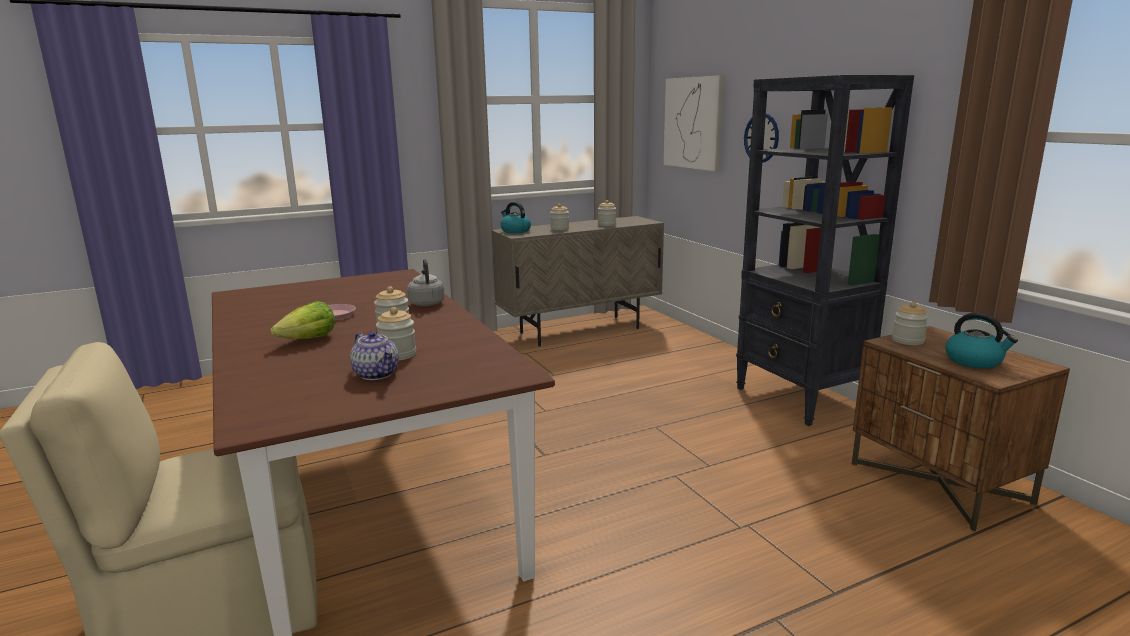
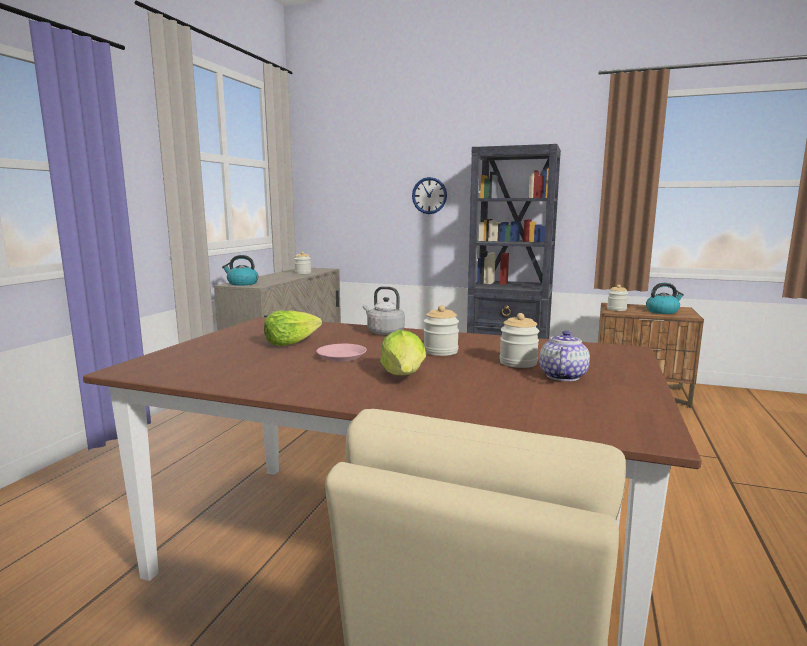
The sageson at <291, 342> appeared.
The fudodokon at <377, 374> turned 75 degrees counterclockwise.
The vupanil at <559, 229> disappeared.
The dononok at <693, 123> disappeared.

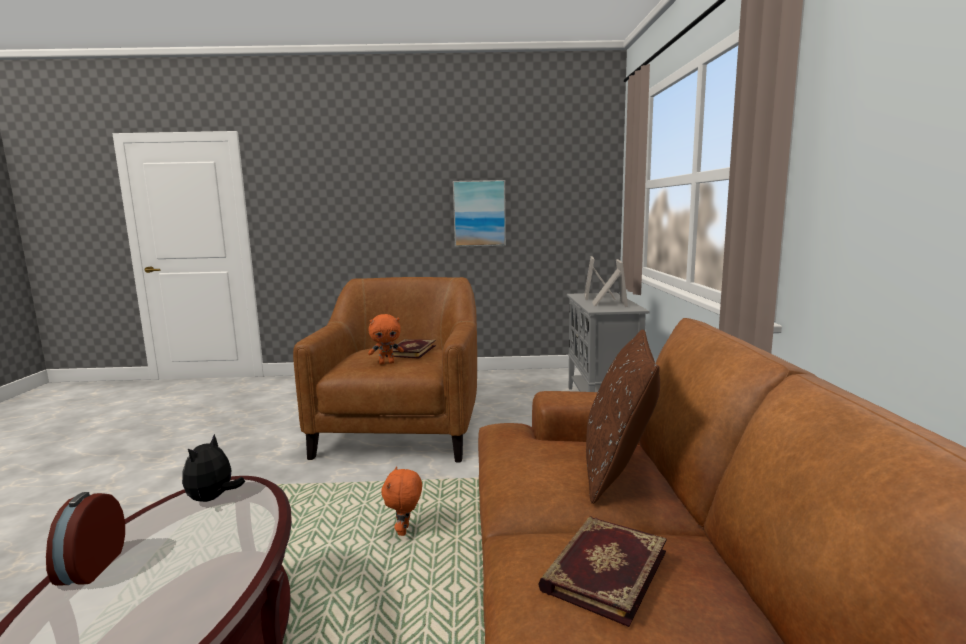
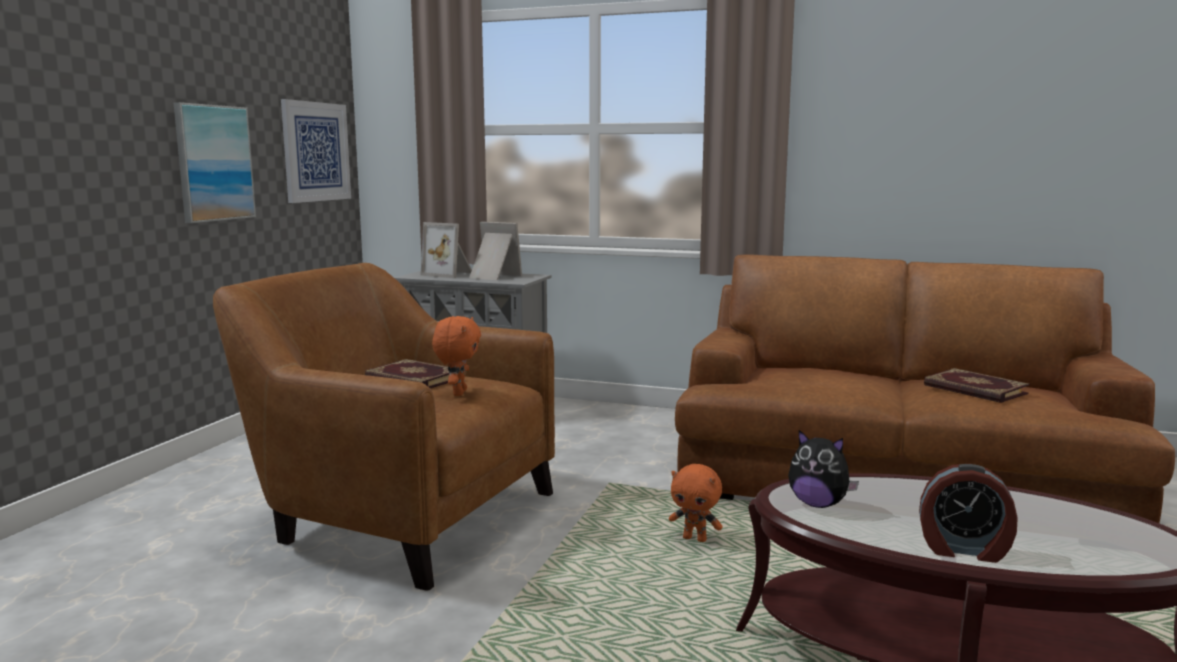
The dononok at <316, 152> appeared.
The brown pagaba at <618, 469> disappeared.

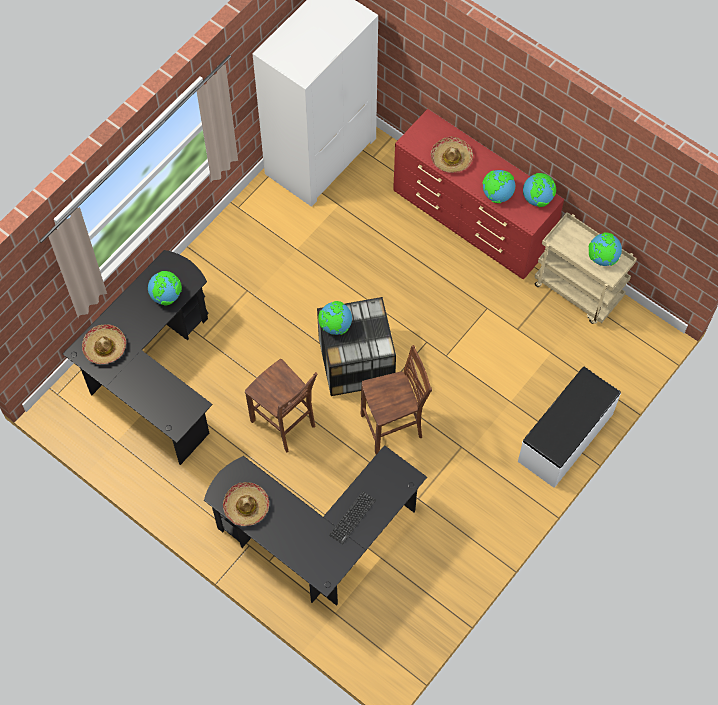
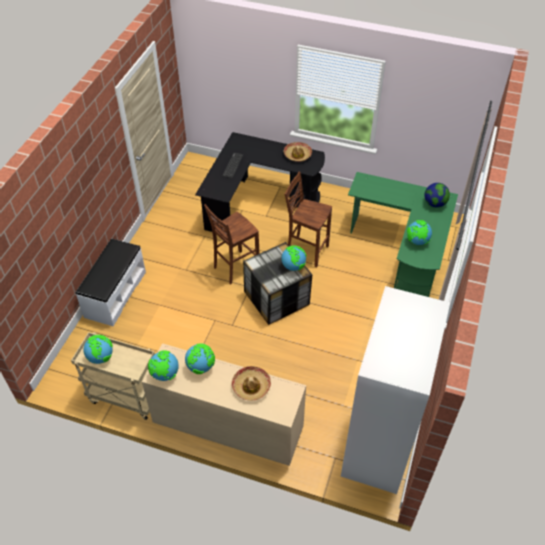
The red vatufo at <472, 222> became the beige vatufo at <227, 426>.
The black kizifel at <154, 376> became the green kizifel at <404, 252>.
The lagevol at <105, 347> was replaced by the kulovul at <434, 204>.

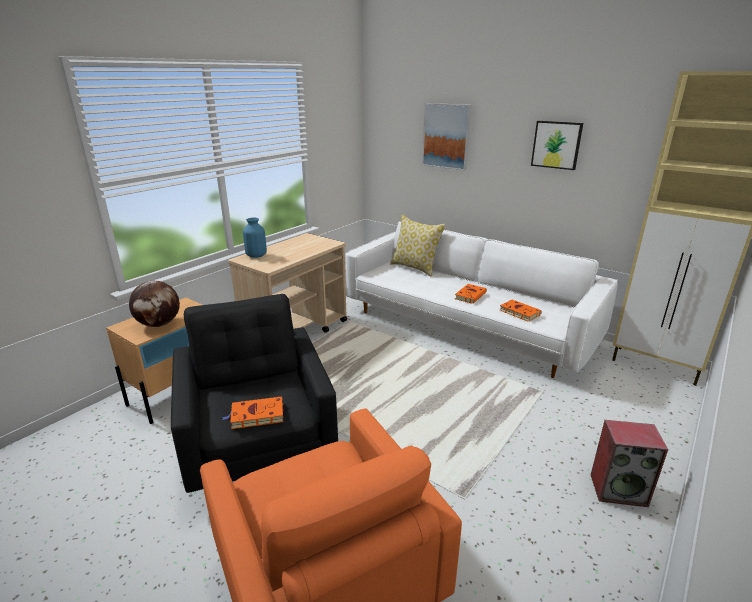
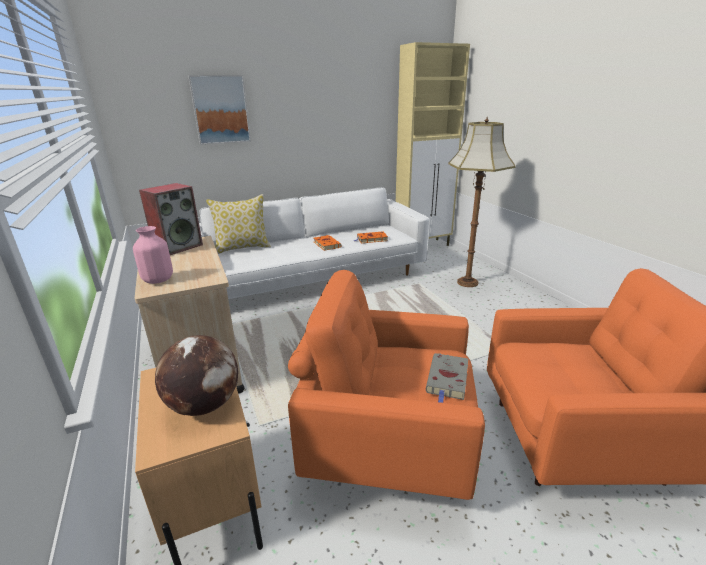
The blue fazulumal at <257, 255> became the pink fazulumal at <158, 280>.
The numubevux moved from <619, 490> to <178, 247>.
The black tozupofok at <260, 446> became the orange tozupofok at <387, 441>.
The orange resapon at <256, 416> became the grey resapon at <447, 380>.
The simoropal at <466, 282> appeared.
The dononok at <556, 144> disappeared.

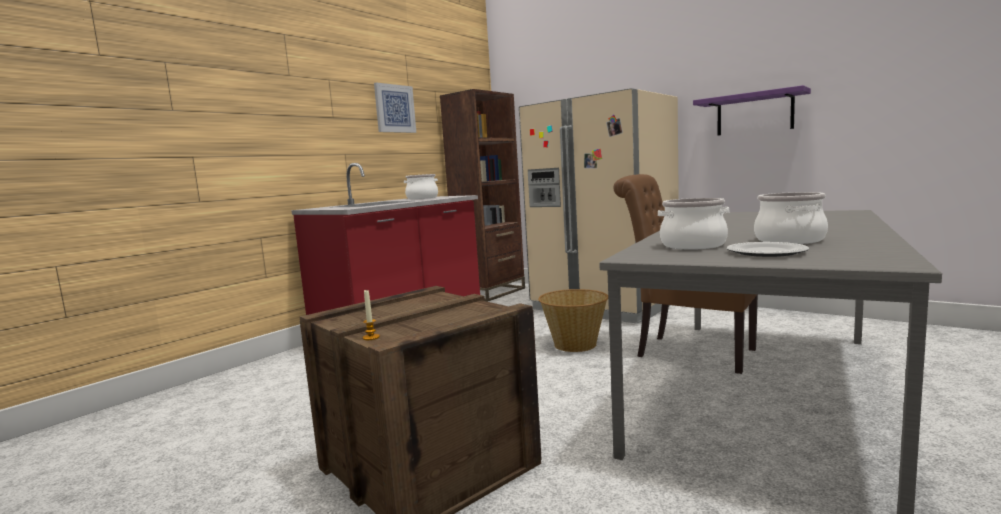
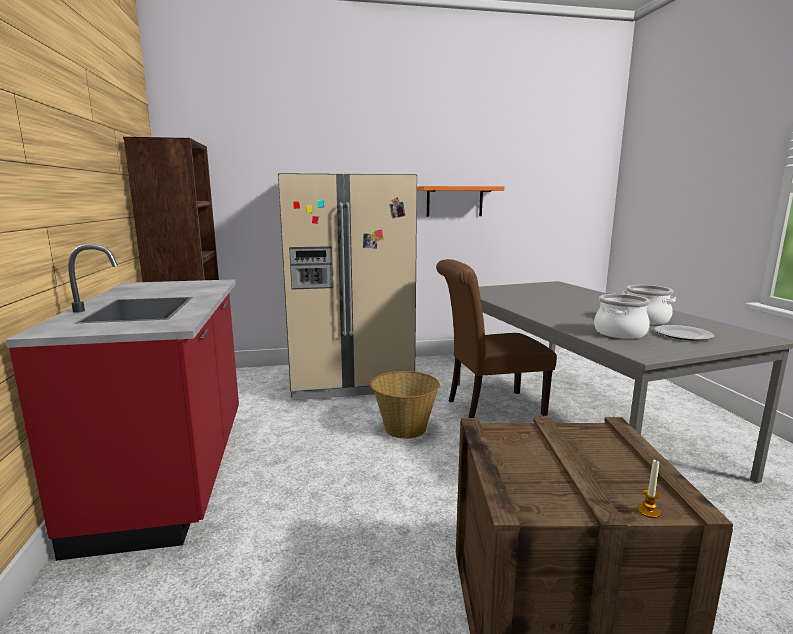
The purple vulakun at <754, 114> became the orange vulakun at <454, 201>.
The dononok at <394, 108> disappeared.
The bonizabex at <422, 198> disappeared.

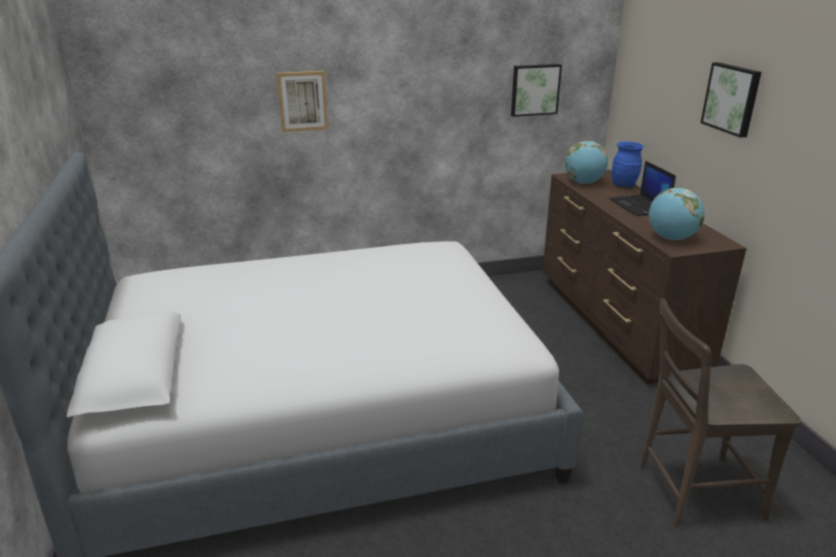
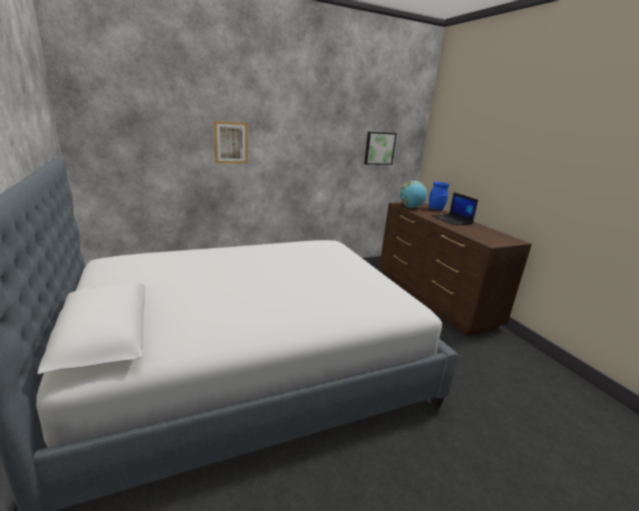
The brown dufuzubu at <693, 491> disappeared.
The kulovul at <671, 238> disappeared.
The dononok at <732, 98> disappeared.

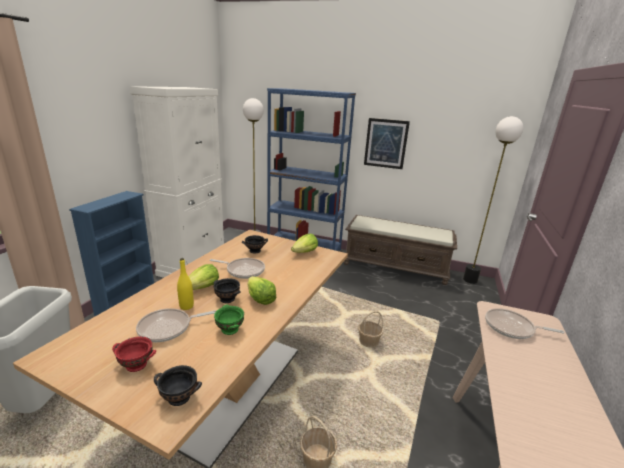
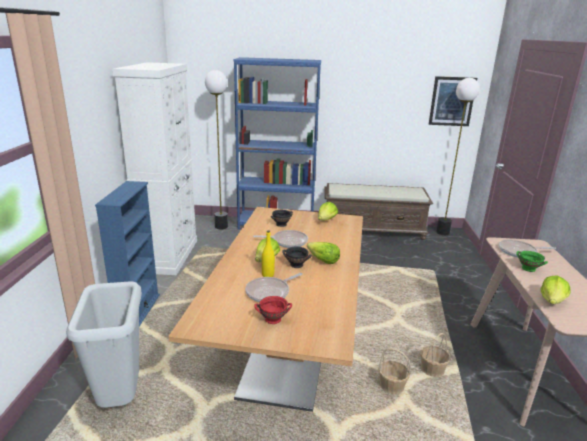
The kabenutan moved from <368, 341> to <432, 369>.
The dononok moved from <386, 143> to <452, 101>.
The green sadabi moved from <230, 329> to <528, 268>.
The sageson at <552, 301> appeared.
The black sadabi at <179, 397> disappeared.

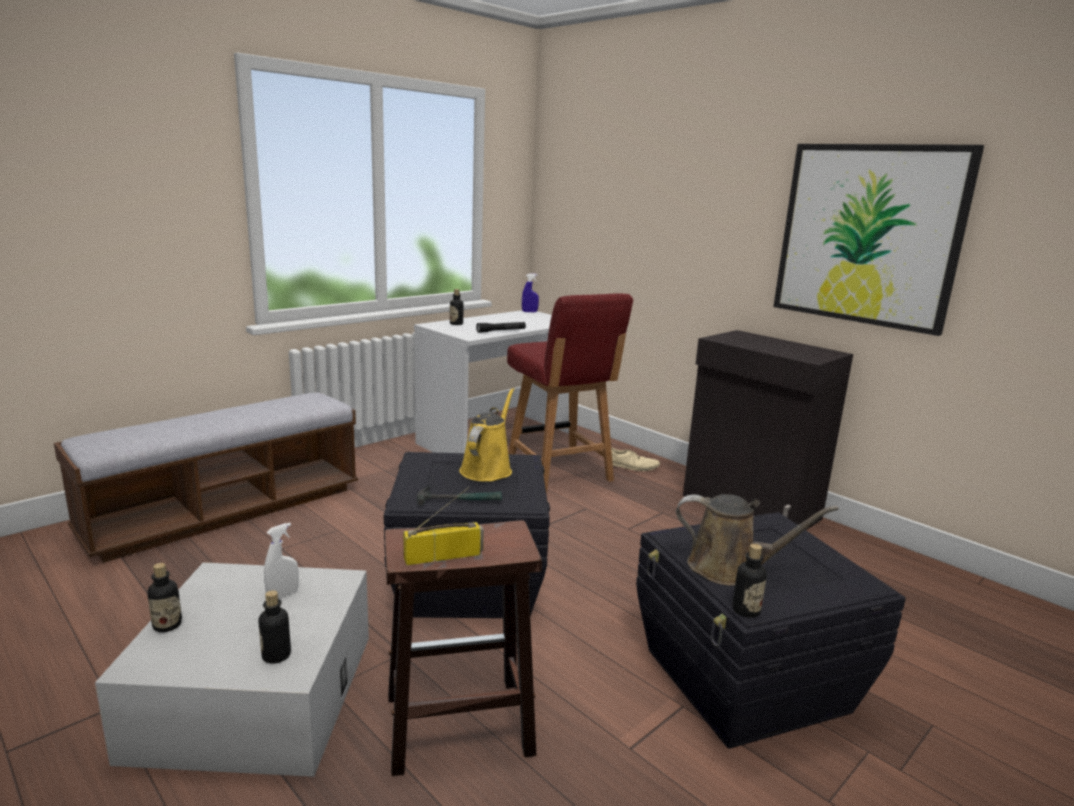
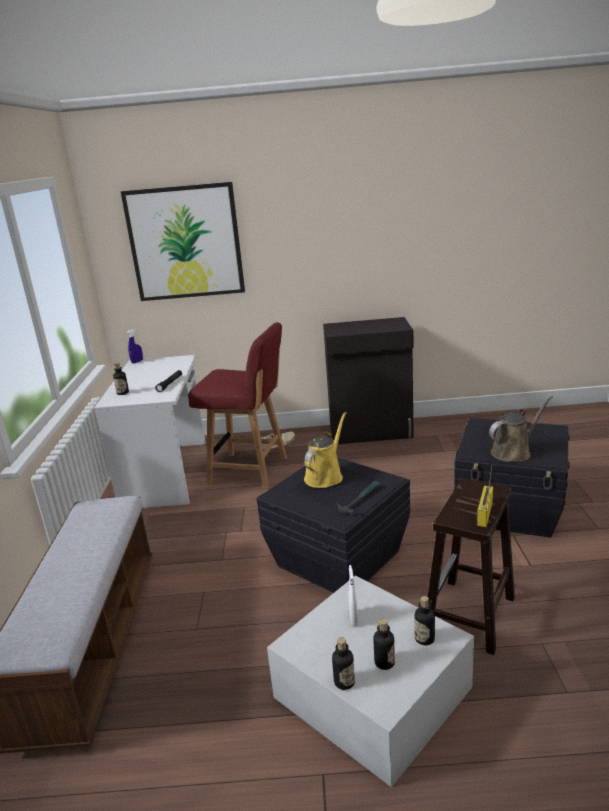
The dononok moved from <868, 235> to <185, 242>.
The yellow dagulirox at <488, 469> turned 60 degrees clockwise.
The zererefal moved from <746, 610> to <384, 662>.

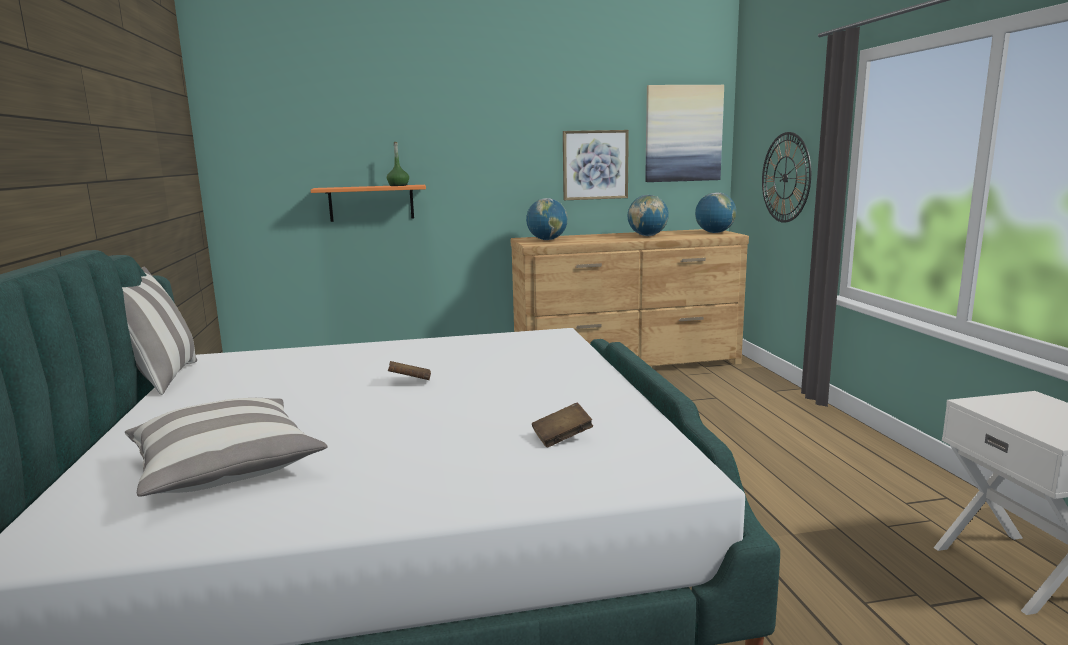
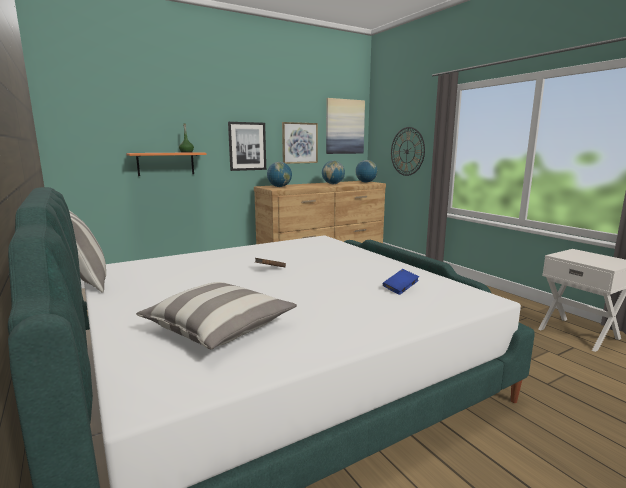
The dononok at <247, 146> appeared.
The brown resapon at <562, 438> became the blue resapon at <400, 289>.

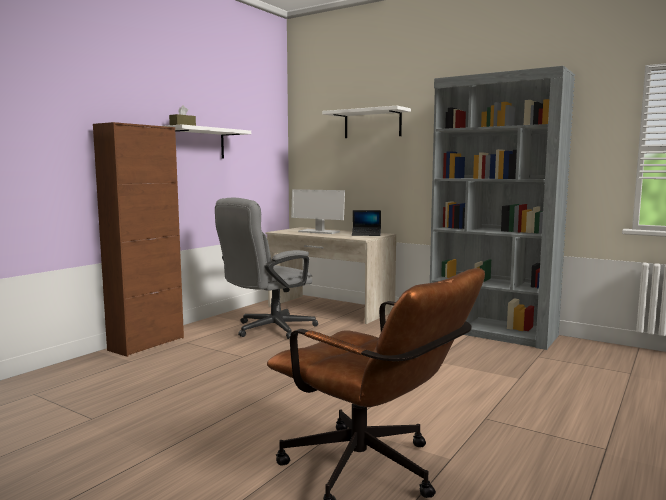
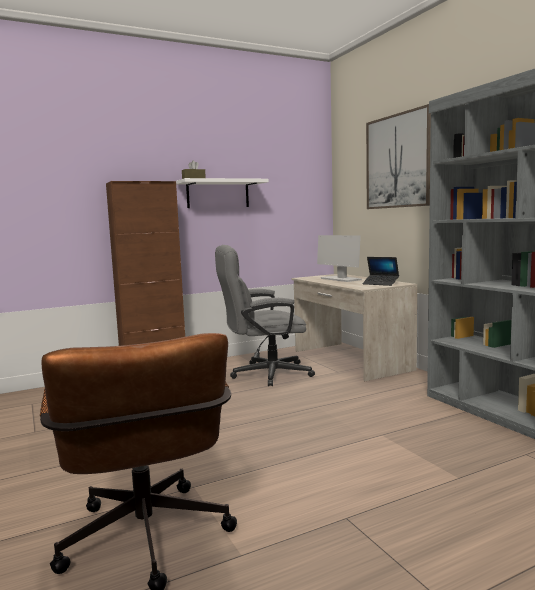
The white vulakun at <372, 124> was replaced by the dononok at <398, 161>.

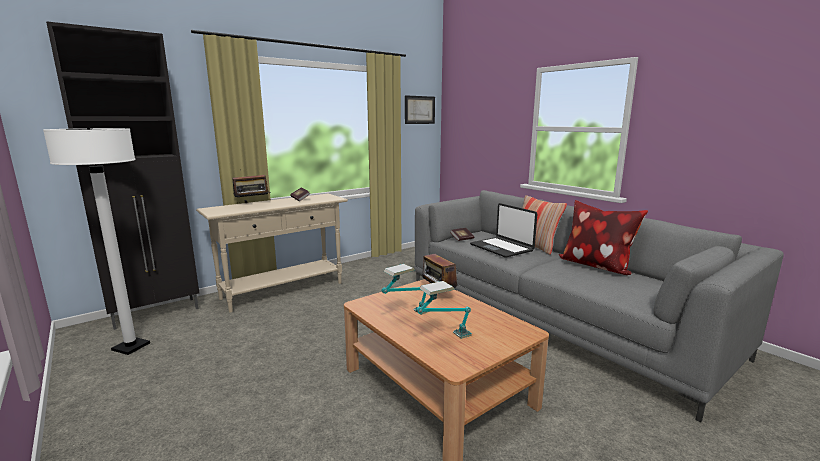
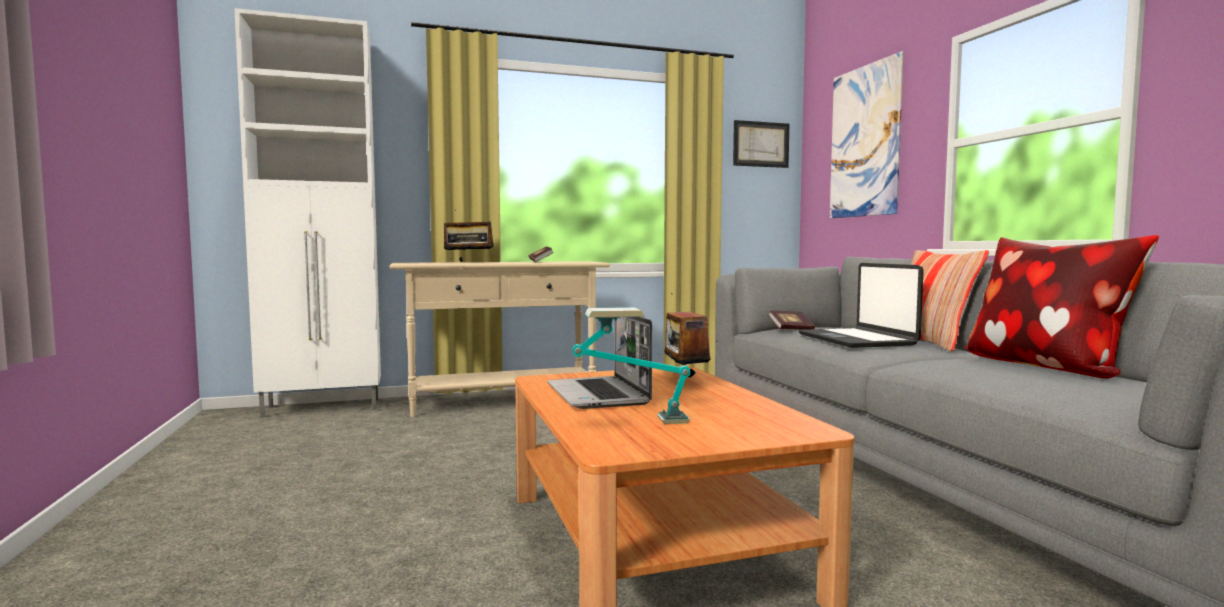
The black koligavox at <157, 313> became the white koligavox at <324, 408>.
The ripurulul at <406, 316> was replaced by the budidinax at <599, 395>.
The dononok at <864, 141> appeared.
The white simoropal at <131, 347> disappeared.

